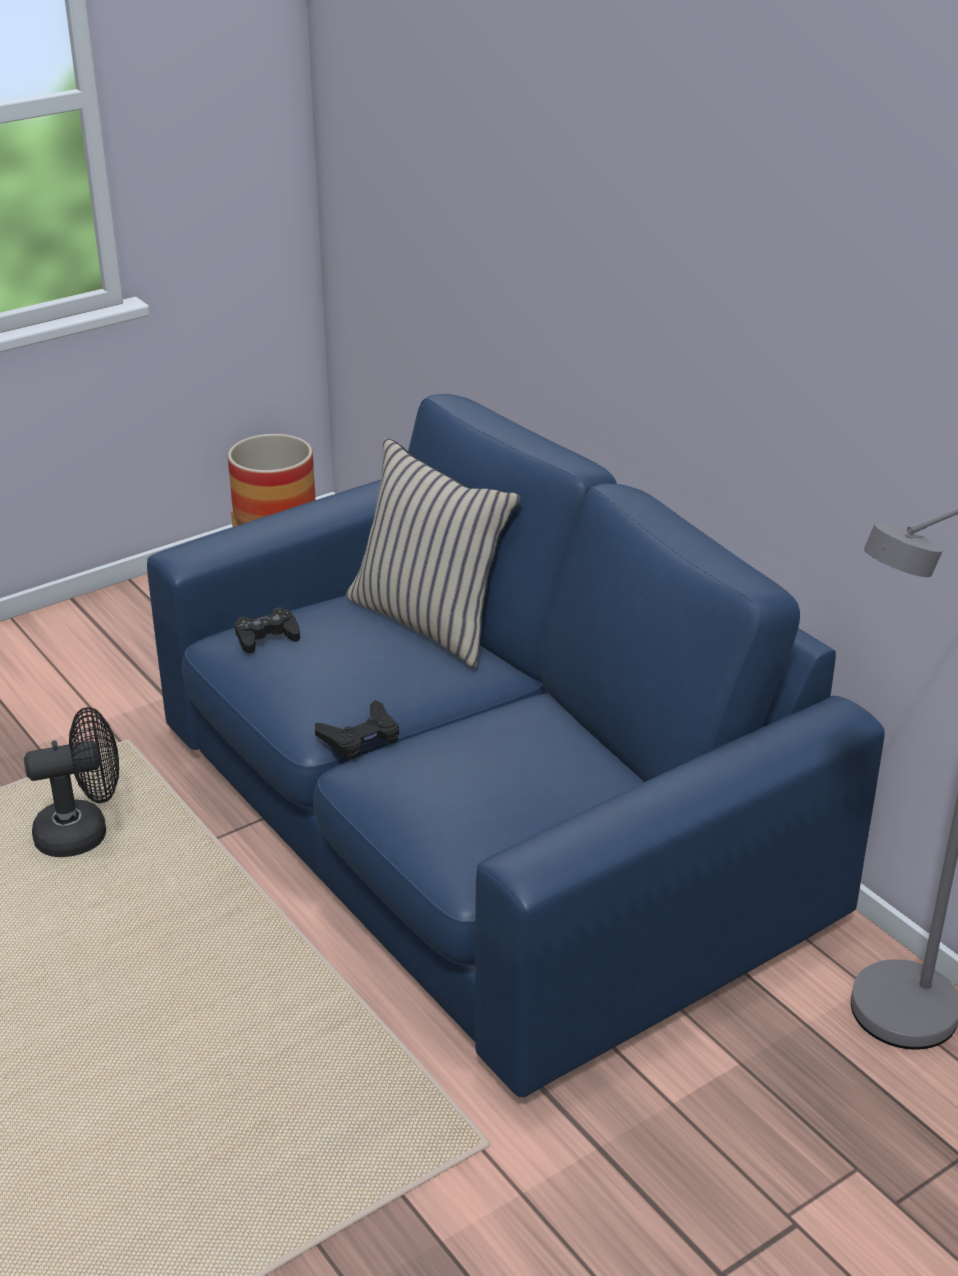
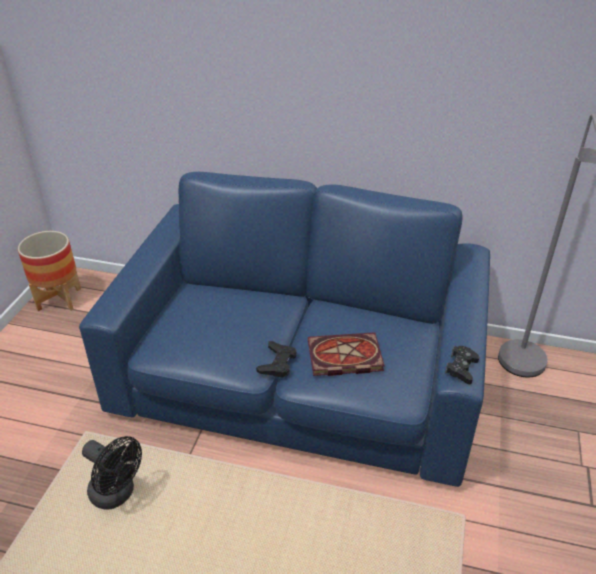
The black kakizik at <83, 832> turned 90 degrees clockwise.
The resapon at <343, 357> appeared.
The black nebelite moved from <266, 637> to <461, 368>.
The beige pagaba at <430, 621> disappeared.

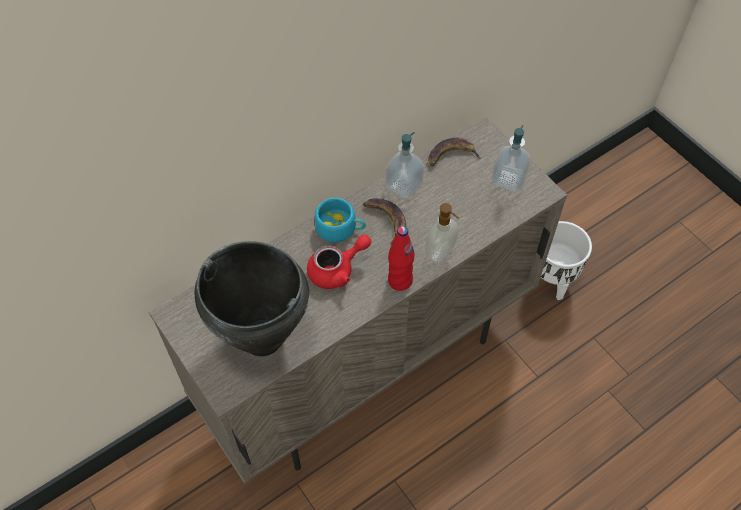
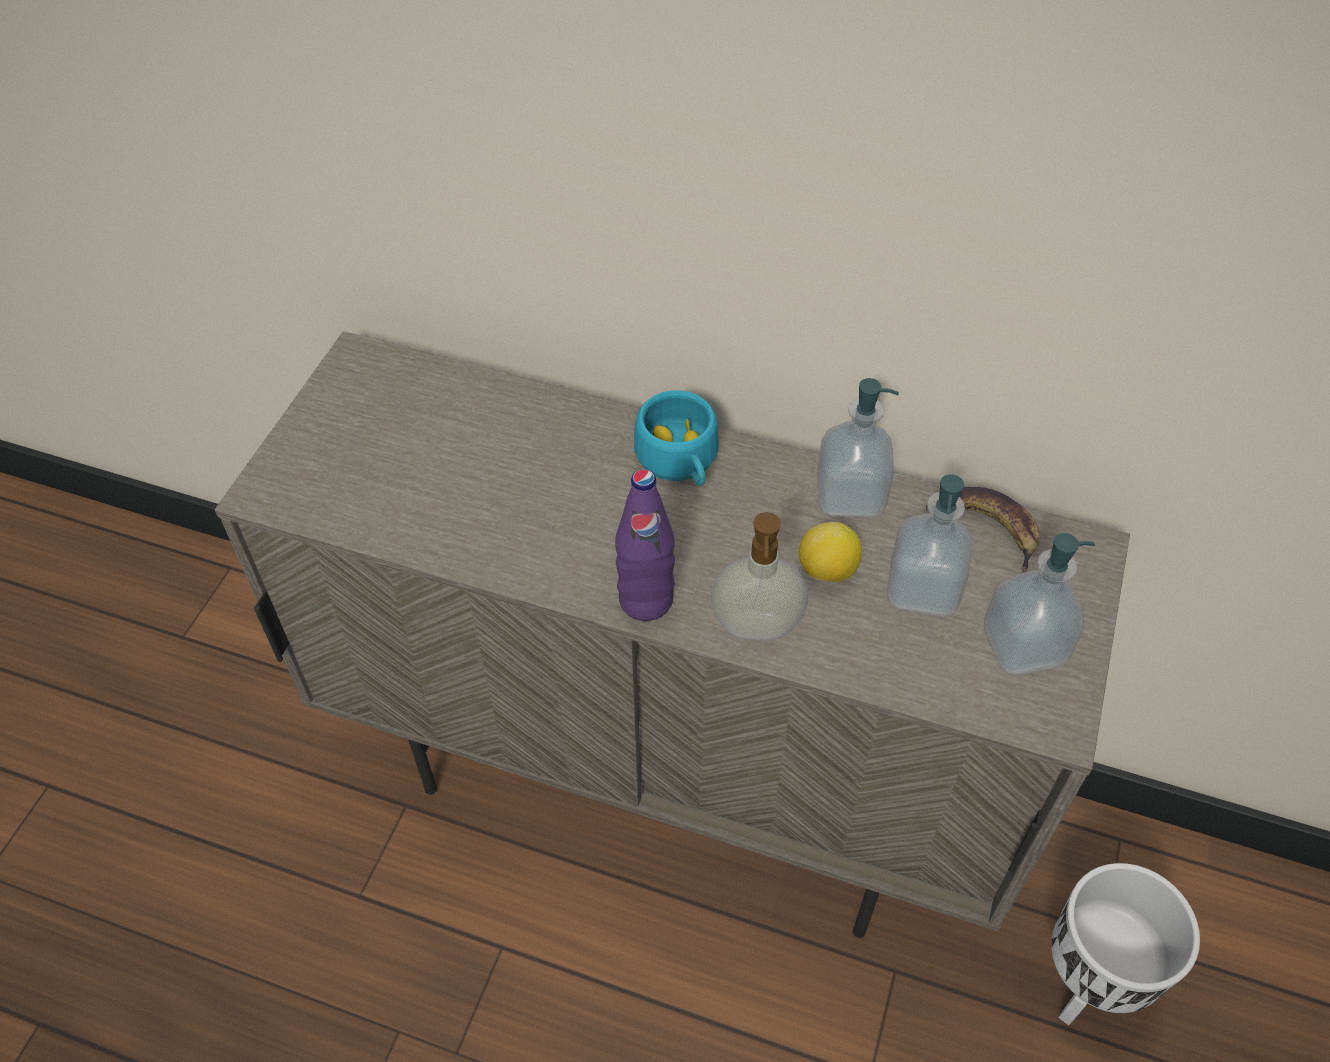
The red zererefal at <400, 280> became the purple zererefal at <646, 600>.
The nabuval at <826, 570> appeared.
The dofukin at <922, 589> appeared.
The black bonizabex at <262, 339> disappeared.
The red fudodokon at <337, 270> disappeared.
The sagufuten at <385, 220> disappeared.

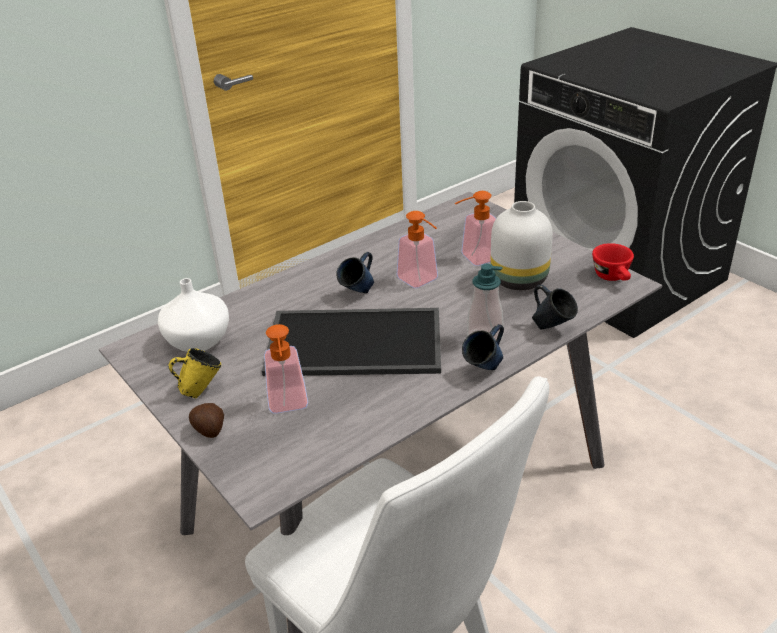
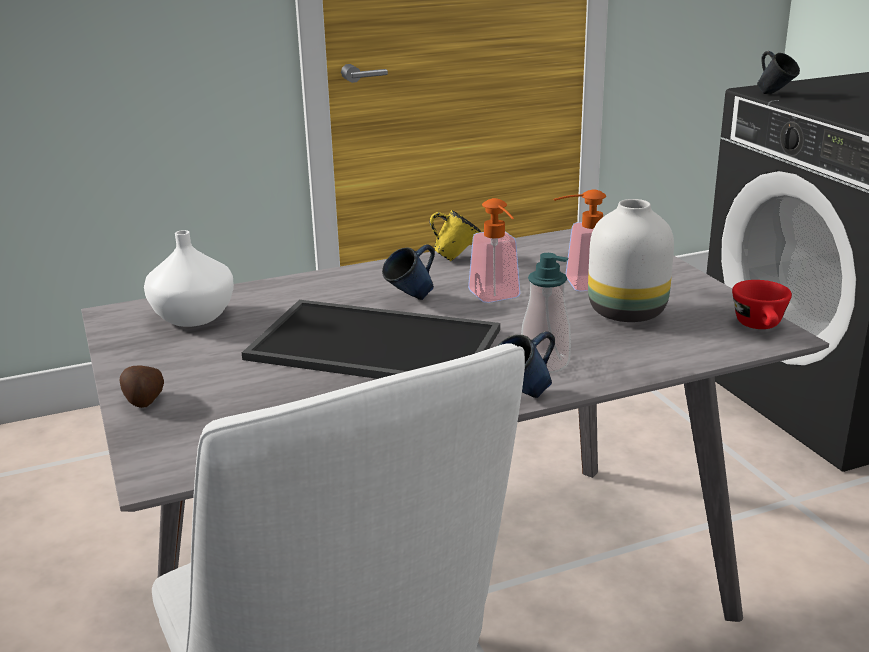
The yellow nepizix moved from <200, 390> to <455, 258>.
The blue nepizix moved from <552, 328> to <774, 94>.
The dofukin at <288, 406> disappeared.

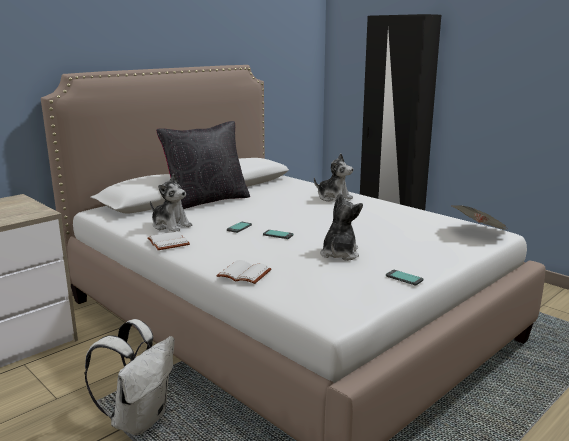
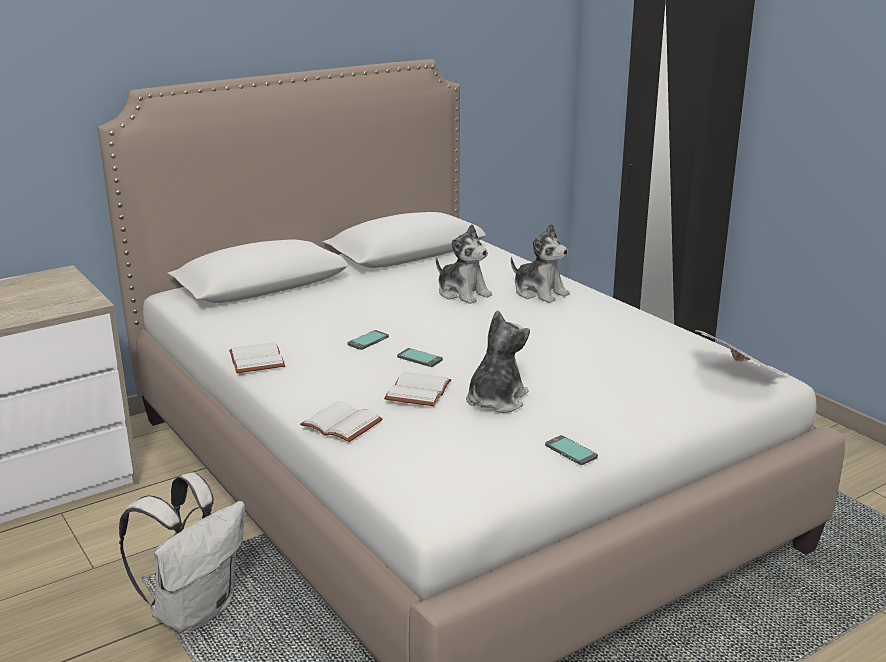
The white resapon at <417, 390> appeared.
The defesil moved from <170, 225> to <463, 293>.
The black pagaba at <206, 201> disappeared.

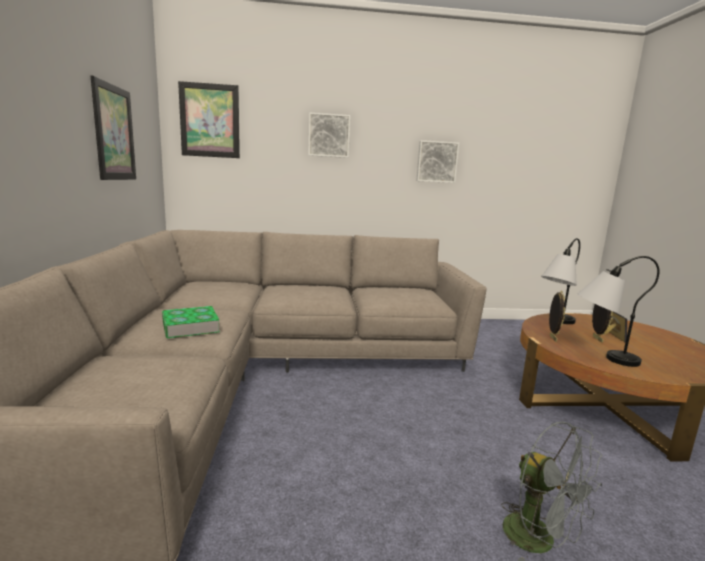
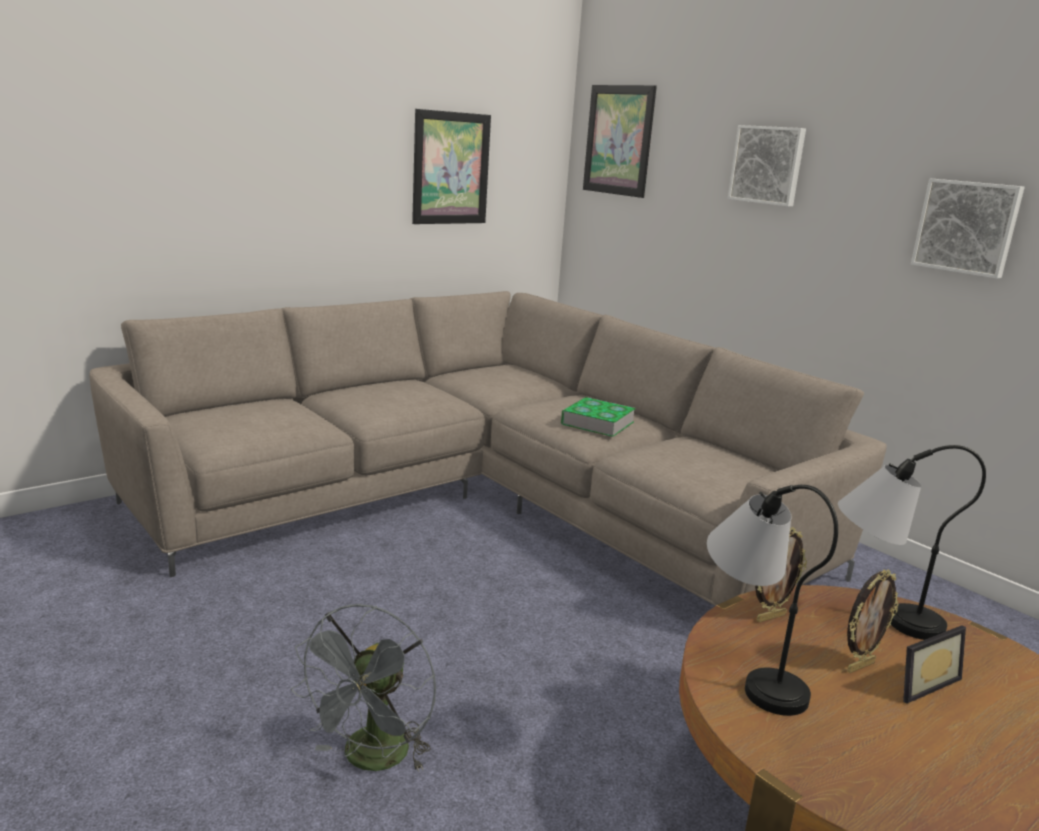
The resapon moved from <190, 327> to <597, 423>.

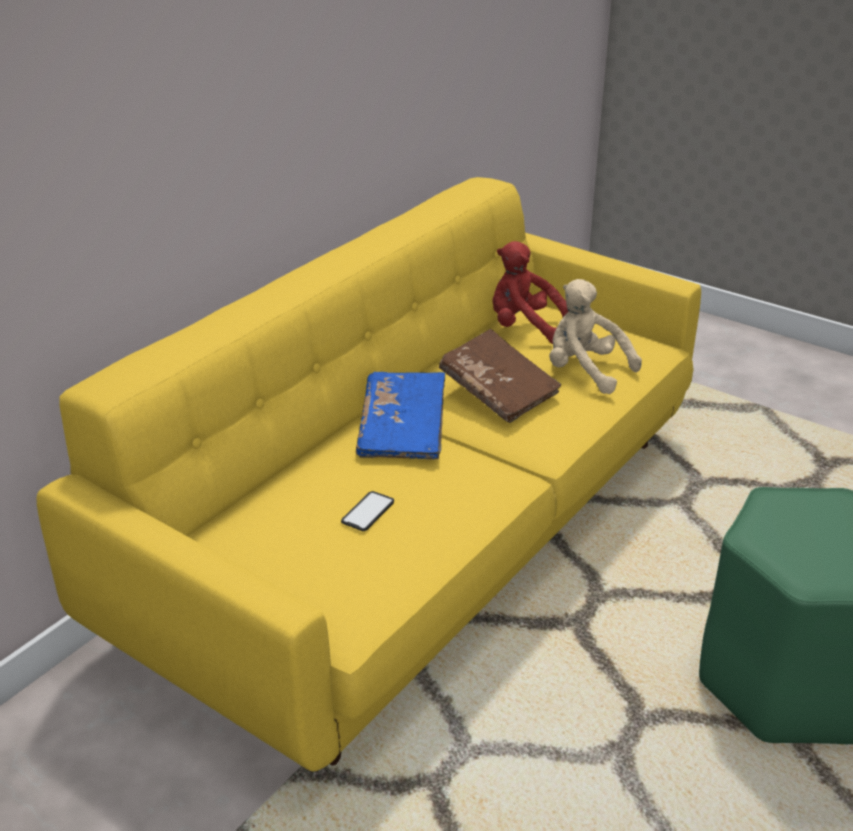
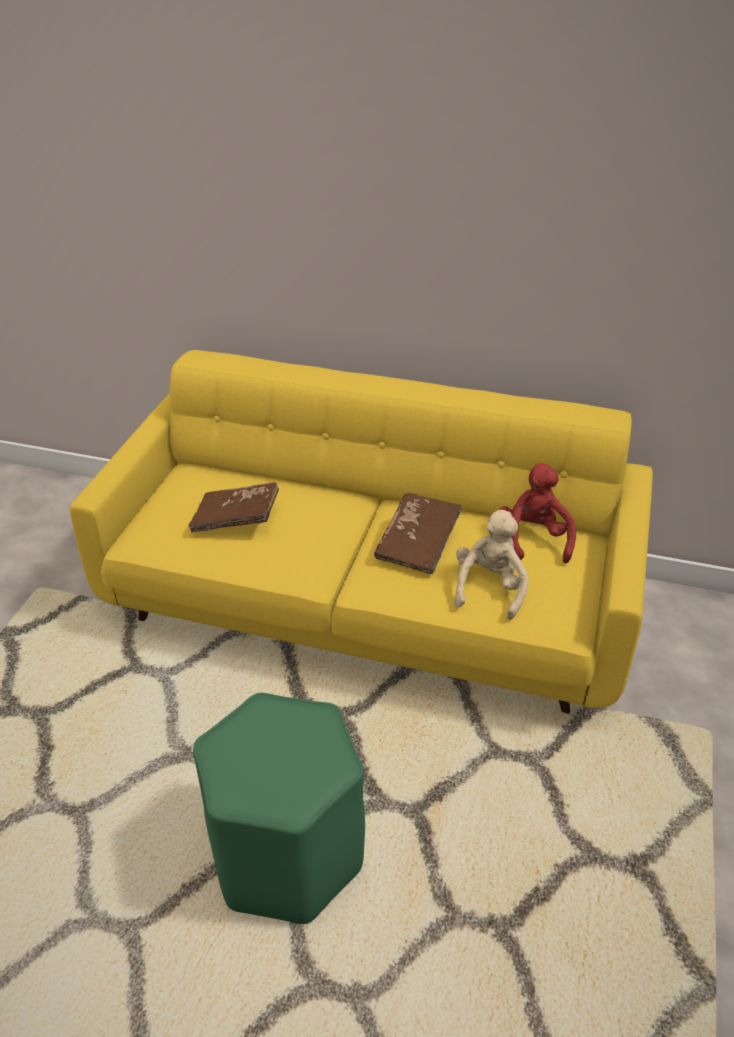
The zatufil at <368, 512> was replaced by the brown resapon at <236, 519>.
The blue resapon at <403, 431> disappeared.

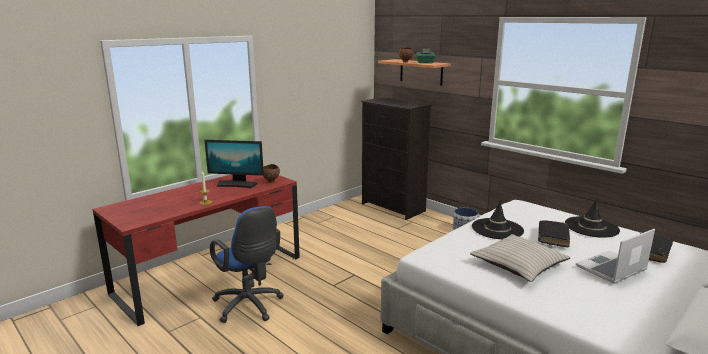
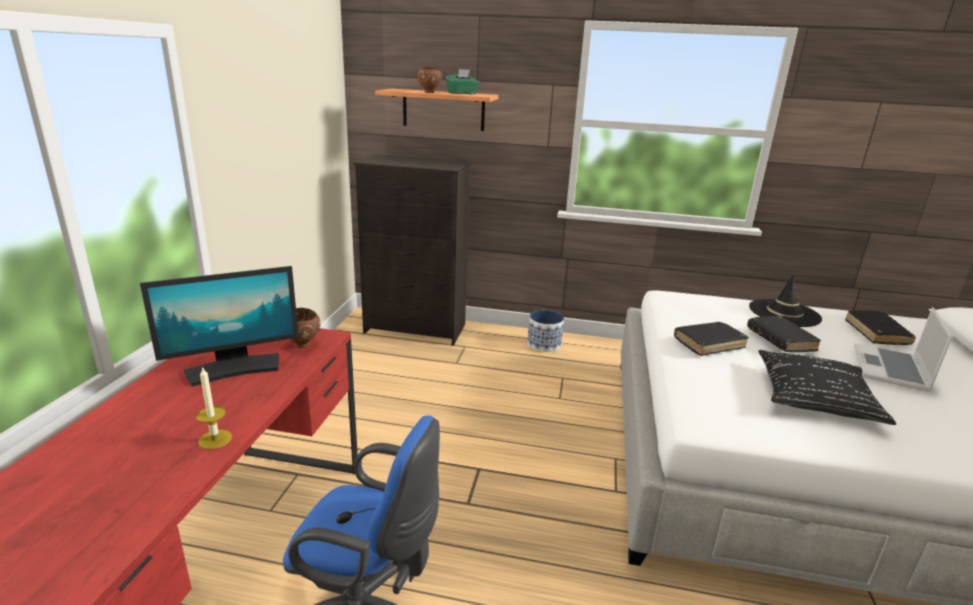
The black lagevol at <497, 229> was replaced by the black resapon at <708, 344>.
The beige pagaba at <519, 265> became the black pagaba at <815, 397>.

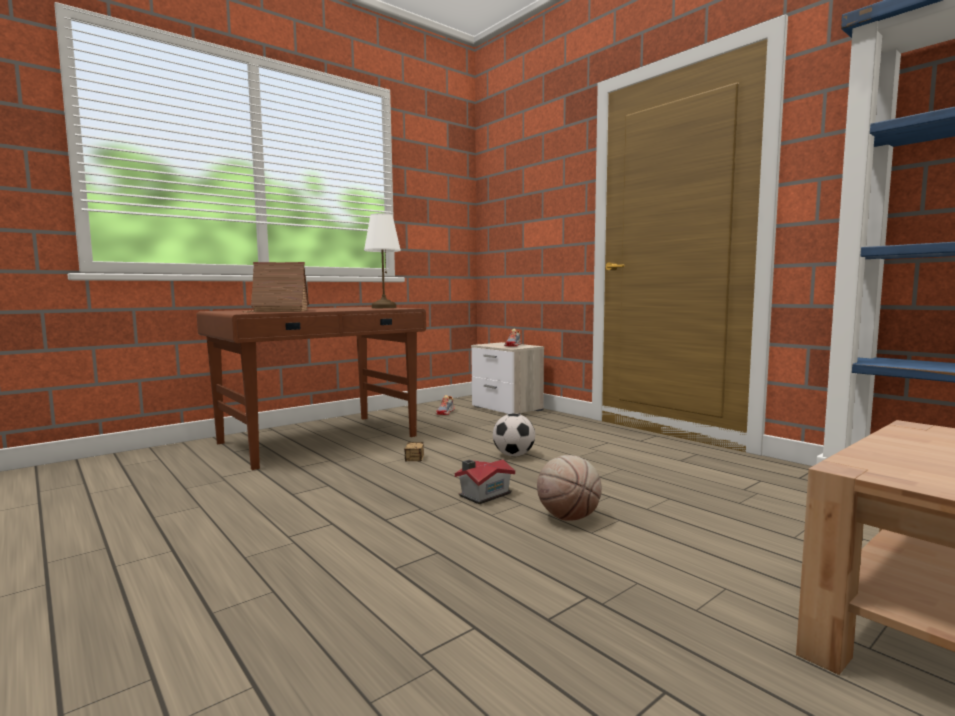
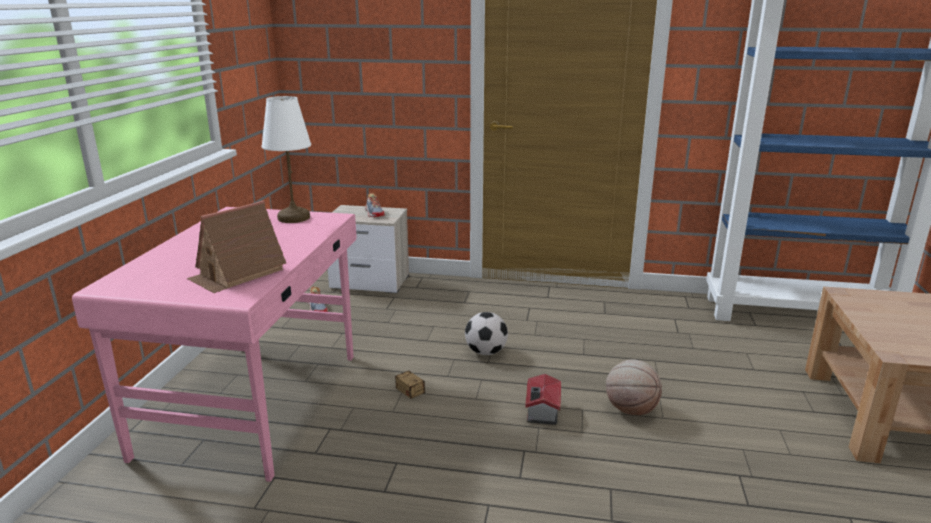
The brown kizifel at <320, 440> became the pink kizifel at <256, 402>.

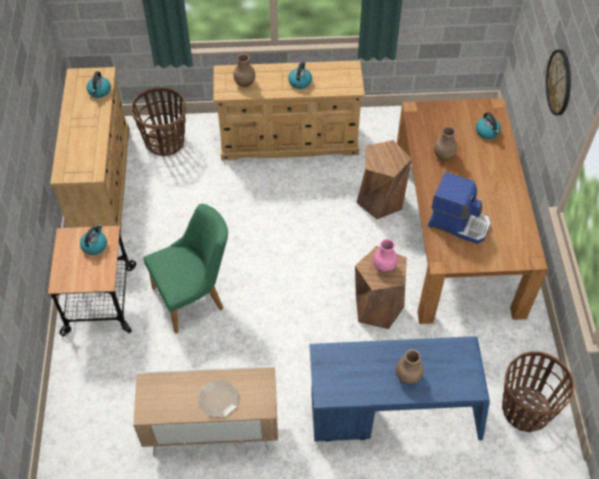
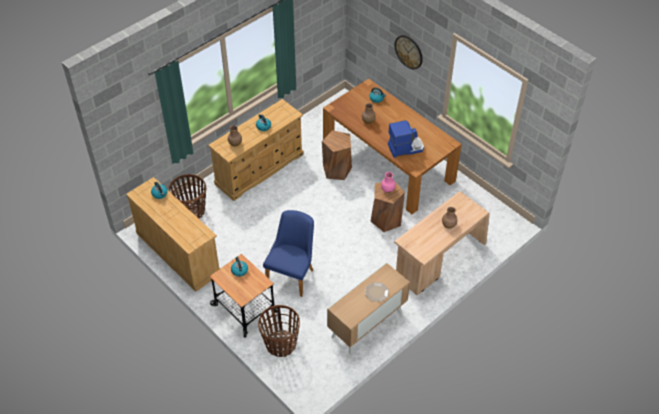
The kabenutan moved from <525, 409> to <280, 344>.
The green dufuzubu at <195, 296> became the blue dufuzubu at <293, 274>.
The blue kizifel at <394, 414> became the beige kizifel at <439, 260>.

